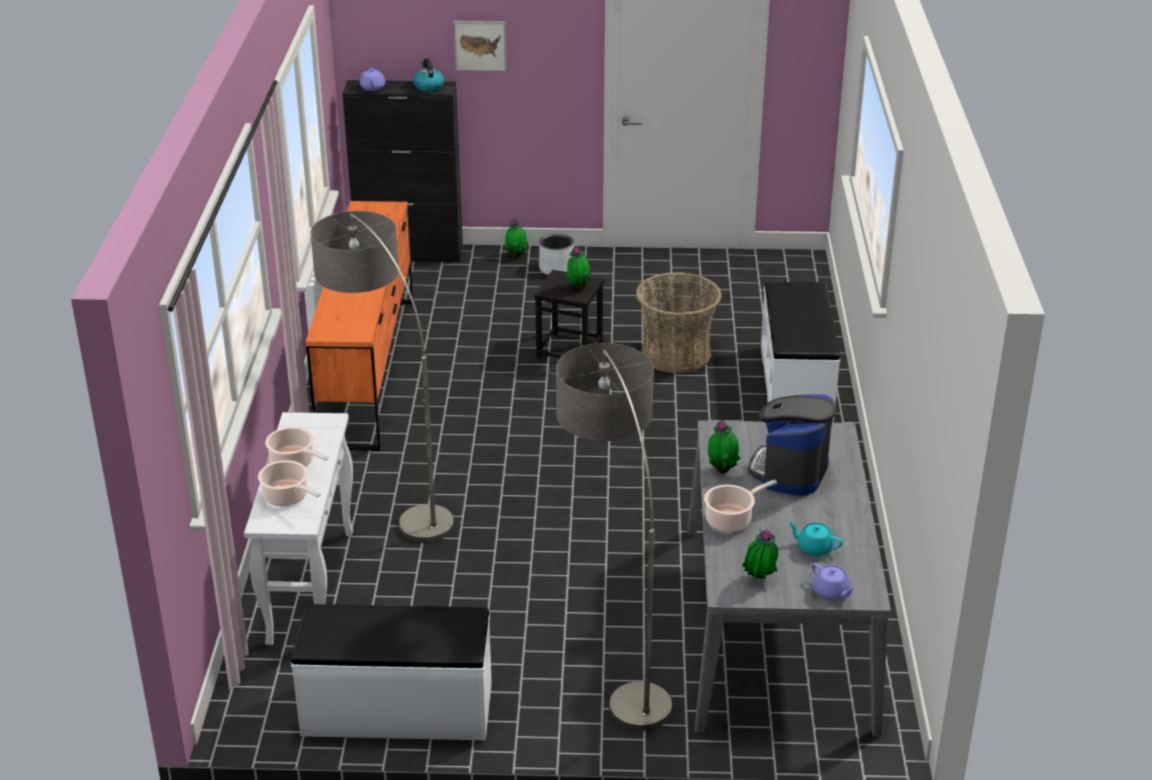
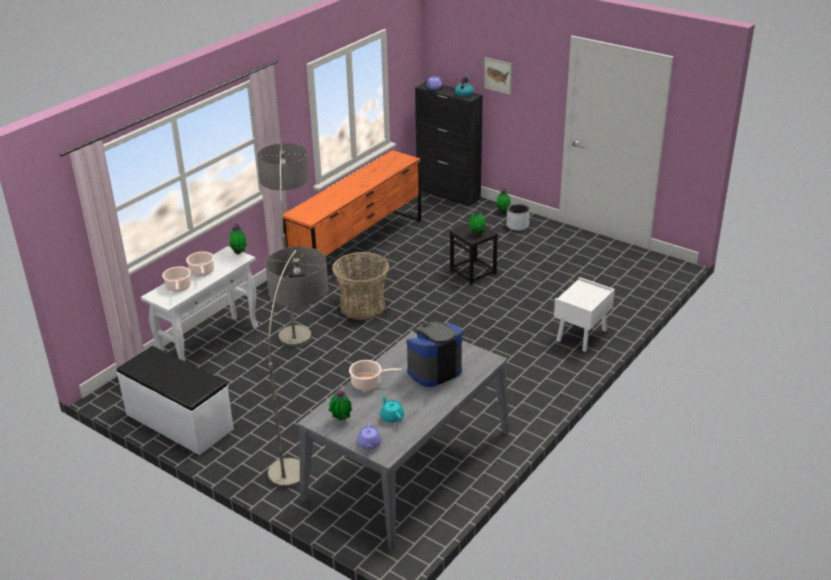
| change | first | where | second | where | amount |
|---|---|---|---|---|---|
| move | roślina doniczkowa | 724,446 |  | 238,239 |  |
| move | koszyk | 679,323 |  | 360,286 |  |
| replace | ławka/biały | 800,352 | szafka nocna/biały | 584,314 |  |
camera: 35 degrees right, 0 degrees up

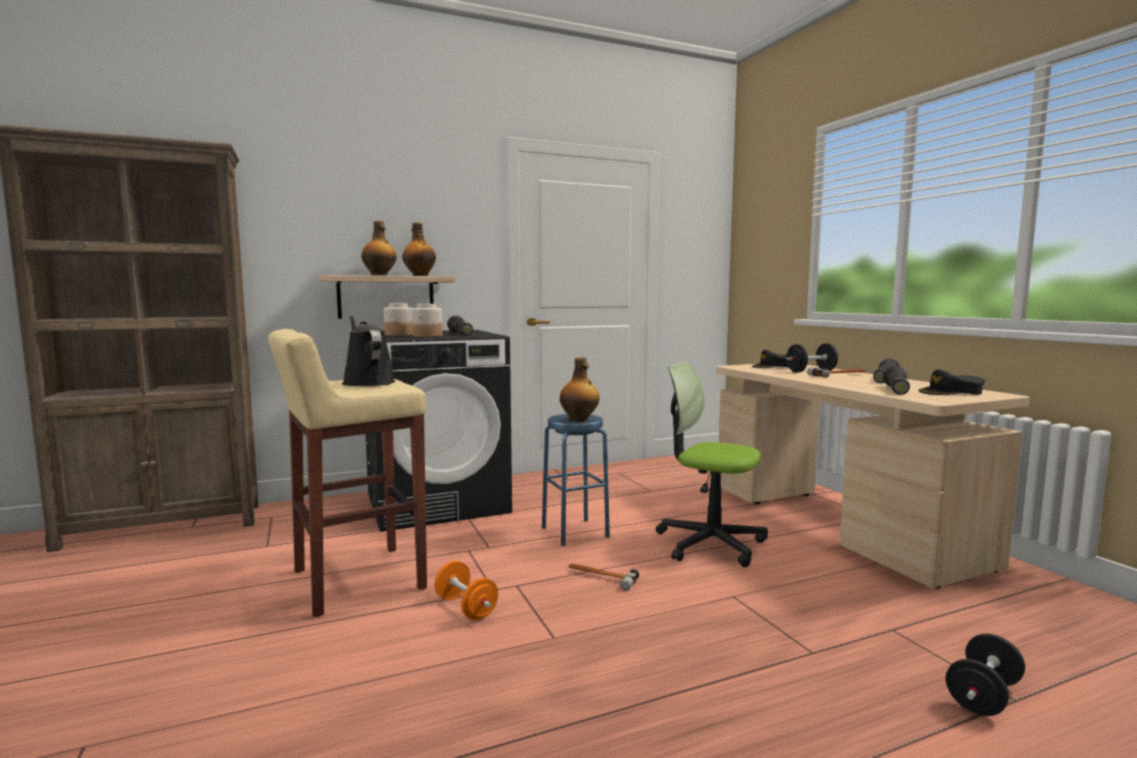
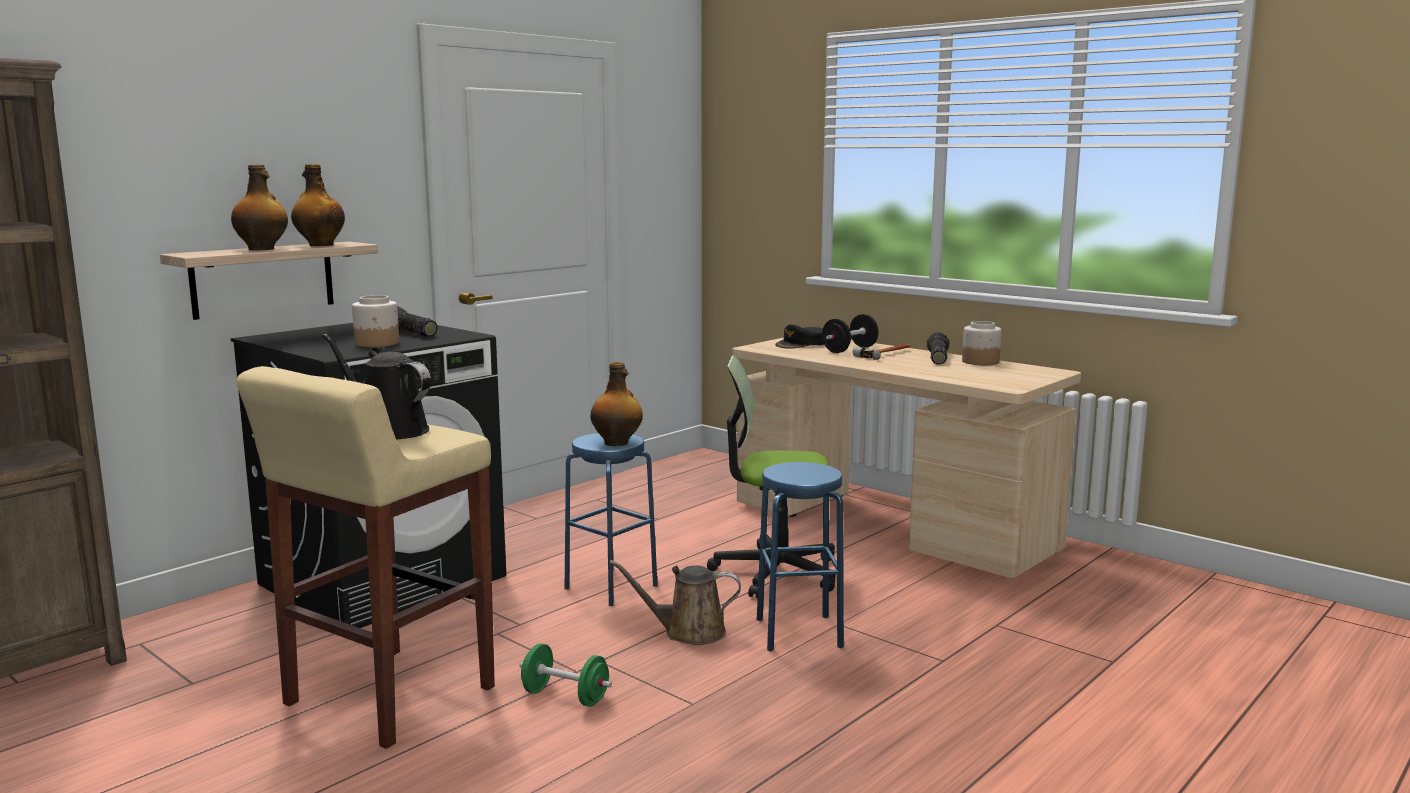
| change | first | where | second | where | amount |
|---|---|---|---|---|---|
| recolor | hantel/pomarańczowy | 466,590 | hantel/zielony | 565,675 |  |
| replace | młotek | 603,576 | konewka/brązowy | 675,602 |  |
| insert |  |  | stołek/niebieski | 800,557 |  |
| move | słoik | 398,319 |  | 981,343 |  |
| delete | latarka | 896,380 |  |  |  |
| delete | czapka z daszkiem/czarny | 951,382 |  |  |  |
| delete | hantel/czarny | 985,674 |  |  |  |
camera: 25 degrees left, 5 degrees up

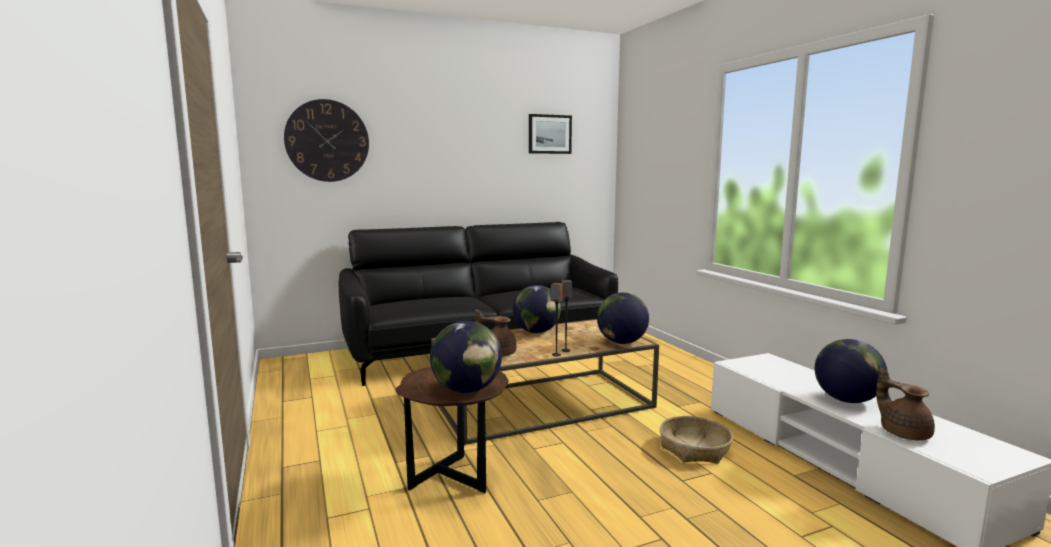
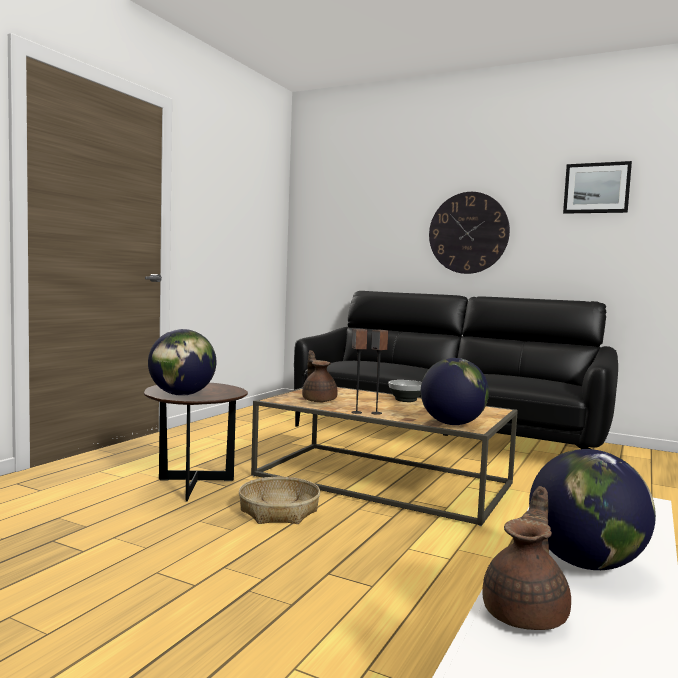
| change | first | where | second | where | amount |
|---|---|---|---|---|---|
| move | koszyk | 696,440 |  | 279,500 |  |
| replace | globus | 537,309 | miska | 405,391 |  |
| move | zegar ścienny | 326,140 |  | 469,233 |  |
camera: 50 degrees right, 5 degrees down

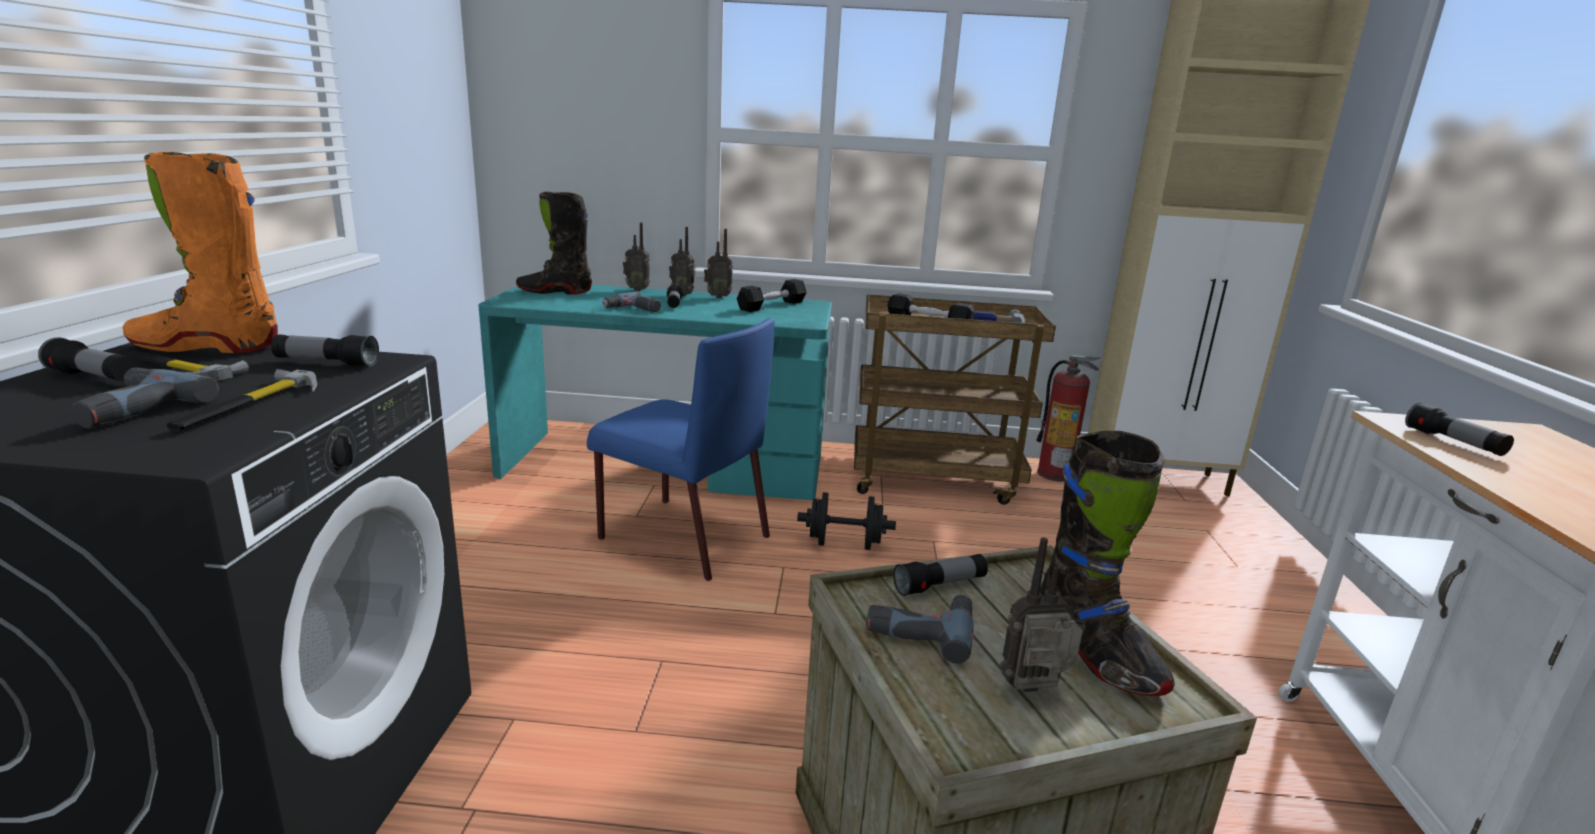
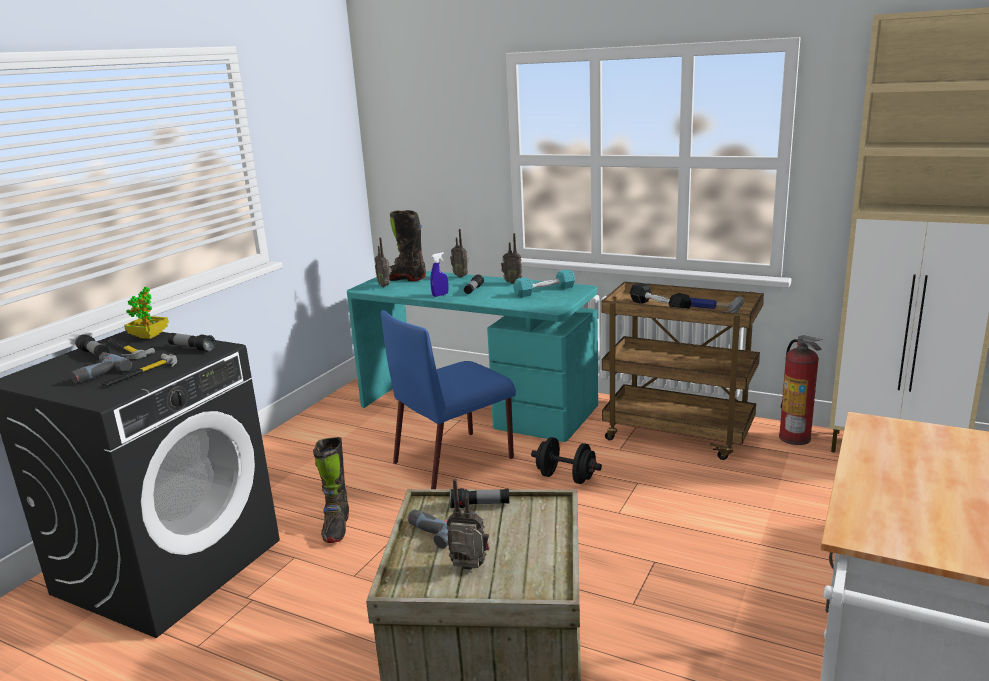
| change | first | where | second | where | amount |
|---|---|---|---|---|---|
| replace | but z cholewką/pomarańczowy | 200,252 | roślina doniczkowa | 146,313 |  |
| move | but z cholewką/czarny | 1107,563 |  | 331,490 |  |
| move | radio | 682,261 |  | 383,262 |  |
| rotate | krzesło/niebieski | 681,449 |  | 448,399 | 90 degrees clockwise |
| replace | wiertarka | 631,301 | spryskiwacz/niebieski | 439,274 |  |
| recolor | hantel/czarny | 772,295 | hantel/turkusowy | 544,283 |  |
| delete | latarka | 1459,429 |  |  |  |
camera: 25 degrees right, 0 degrees up

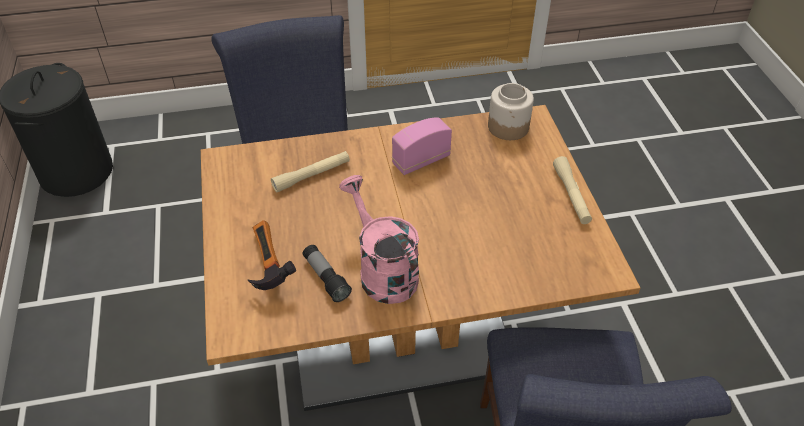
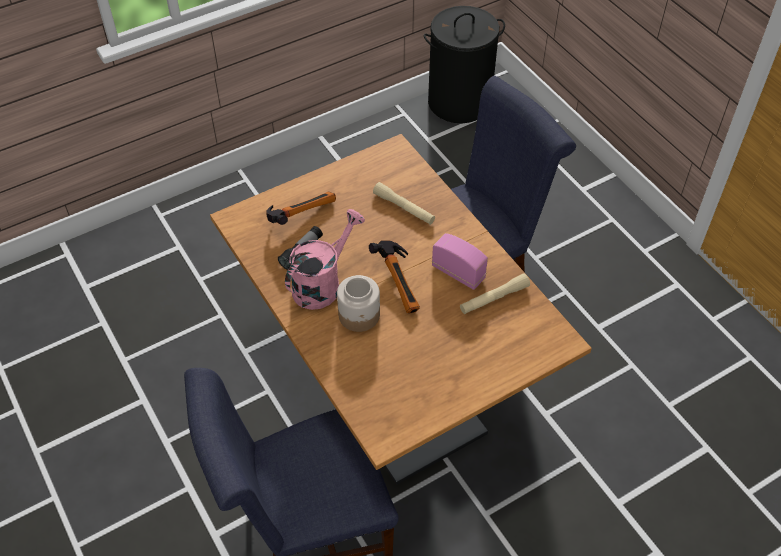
| change | first | where | second | where | amount |
|---|---|---|---|---|---|
| move | słoik | 511,111 |  | 358,303 |  |
| insert |  |  | młotek | 394,276 |  |
| move | latarka/beżowy | 572,190 |  | 495,293 |  |
camera: 70 degrees right, 5 degrees up

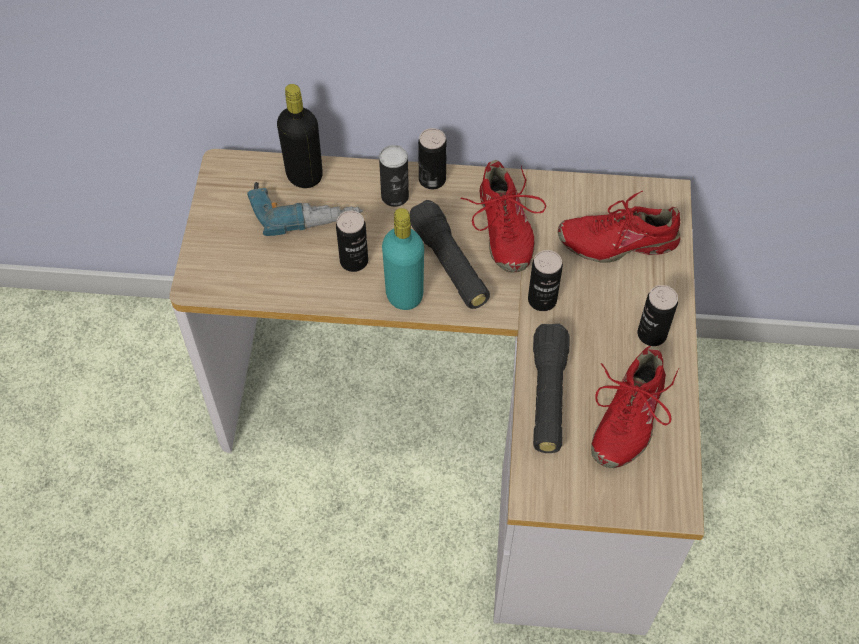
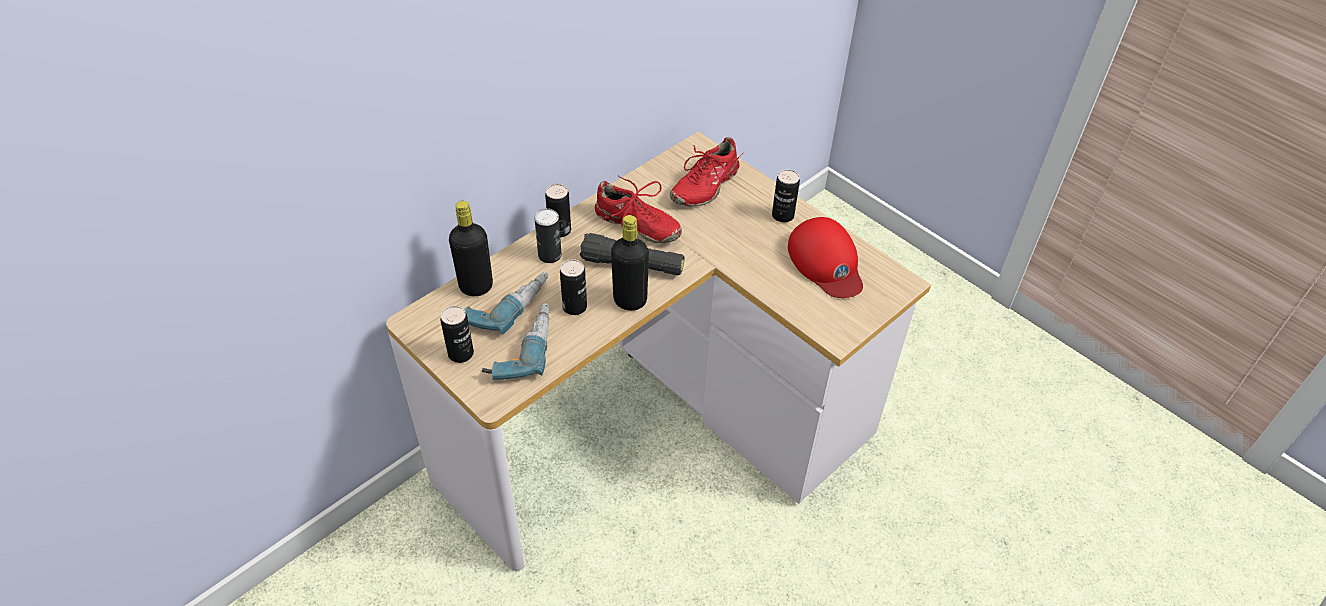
| change | first | where | second | where | amount |
|---|---|---|---|---|---|
| move | puszka | 545,280 |  | 457,334 |  |
| insert |  |  | wiertarka | 516,341 |  |
| recolor | butelka/turkusowy | 403,259 | butelka/czarny | 630,263 |  |
| replace | but/czerwony | 634,407 | czapka z daszkiem/czerwony | 825,257 |  |
| delete | latarka/czarny | 551,388 |  |  |  |
camera: 50 degrees left, 10 degrees down

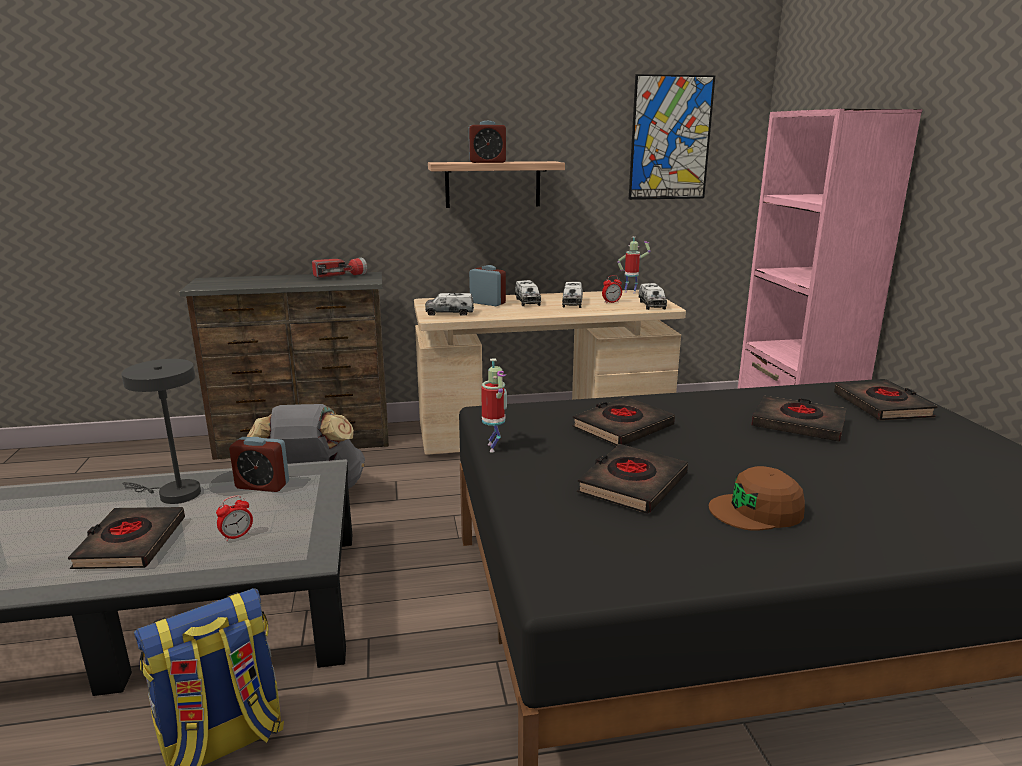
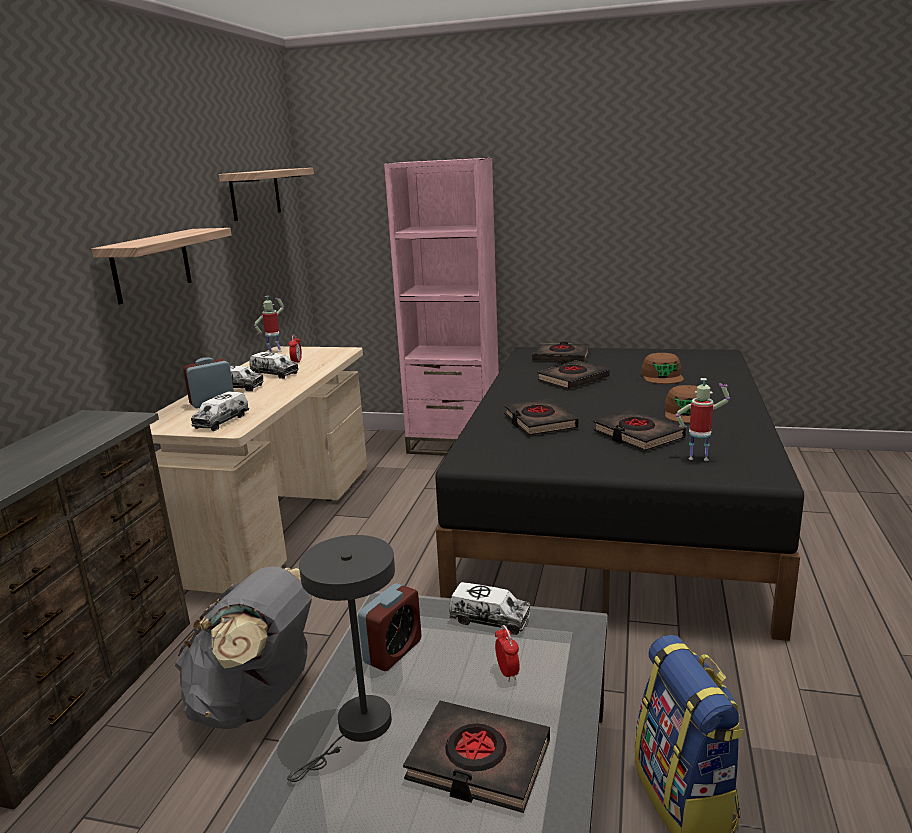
| change | first | where | second | where | amount |
|---|---|---|---|---|---|
| replace | obraz | 672,137 | półka | 266,194 |  |
| move | ciężarówka zabawkowa | 652,296 |  | 489,608 |  |
| insert |  |  | czapka z daszkiem/brązowy | 662,368 |  |
| move | robot zabawkowy | 494,405 |  | 703,419 |  |
| delete | latarka | 339,267 |  |  |  |
| delete | budzik | 487,142 |  |  |  |
camera: 65 degrees left, 0 degrees up

